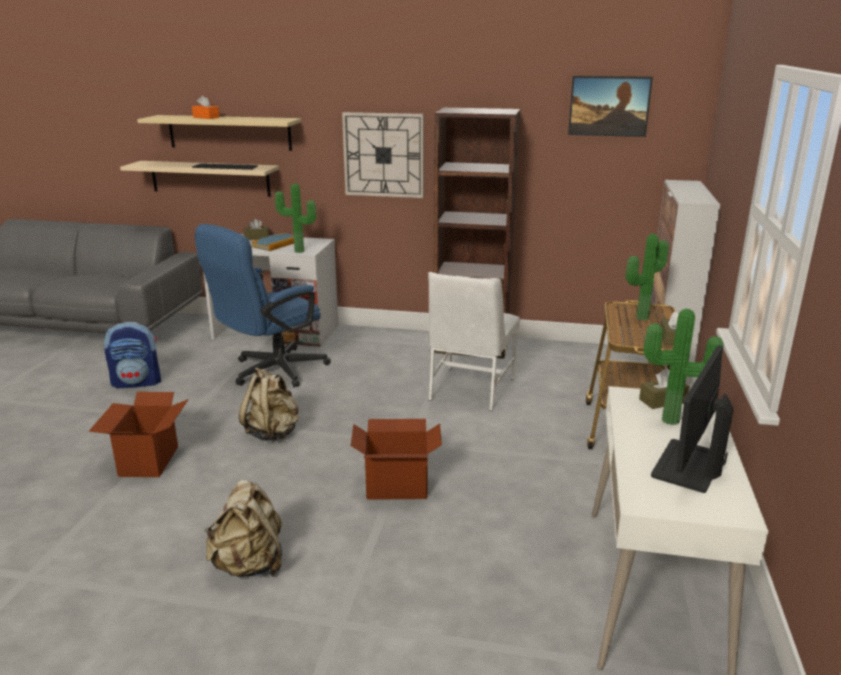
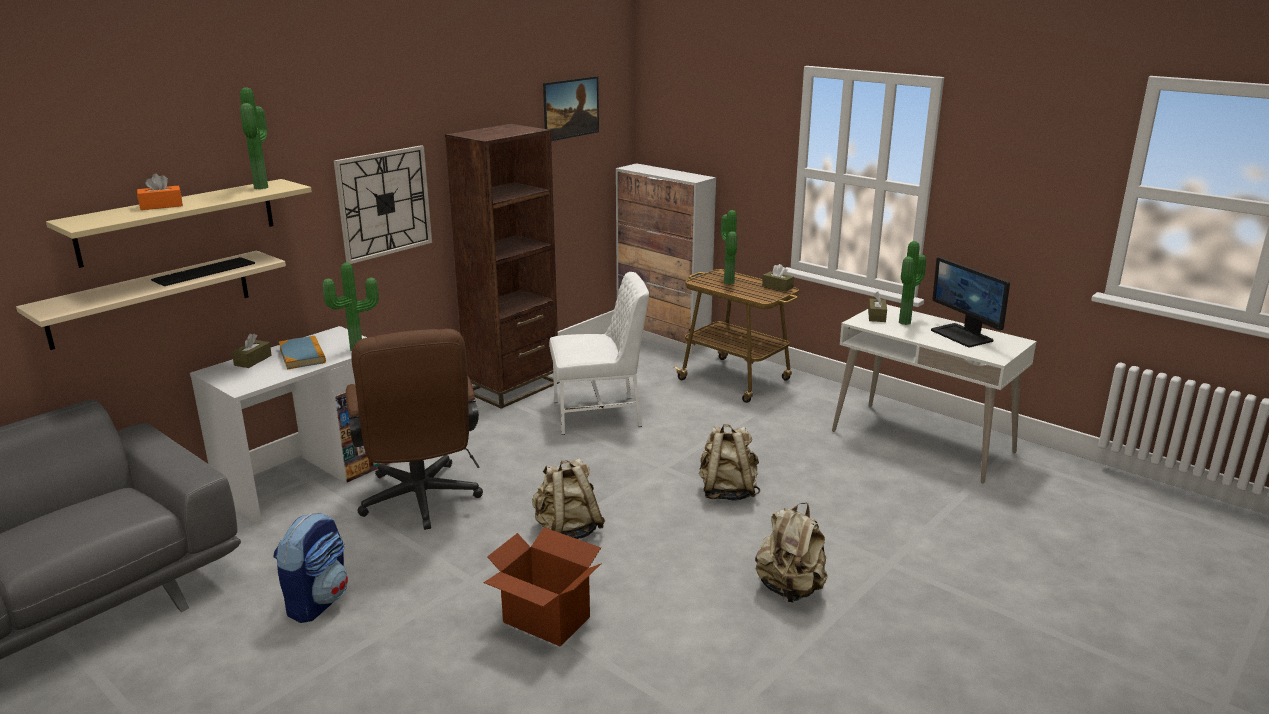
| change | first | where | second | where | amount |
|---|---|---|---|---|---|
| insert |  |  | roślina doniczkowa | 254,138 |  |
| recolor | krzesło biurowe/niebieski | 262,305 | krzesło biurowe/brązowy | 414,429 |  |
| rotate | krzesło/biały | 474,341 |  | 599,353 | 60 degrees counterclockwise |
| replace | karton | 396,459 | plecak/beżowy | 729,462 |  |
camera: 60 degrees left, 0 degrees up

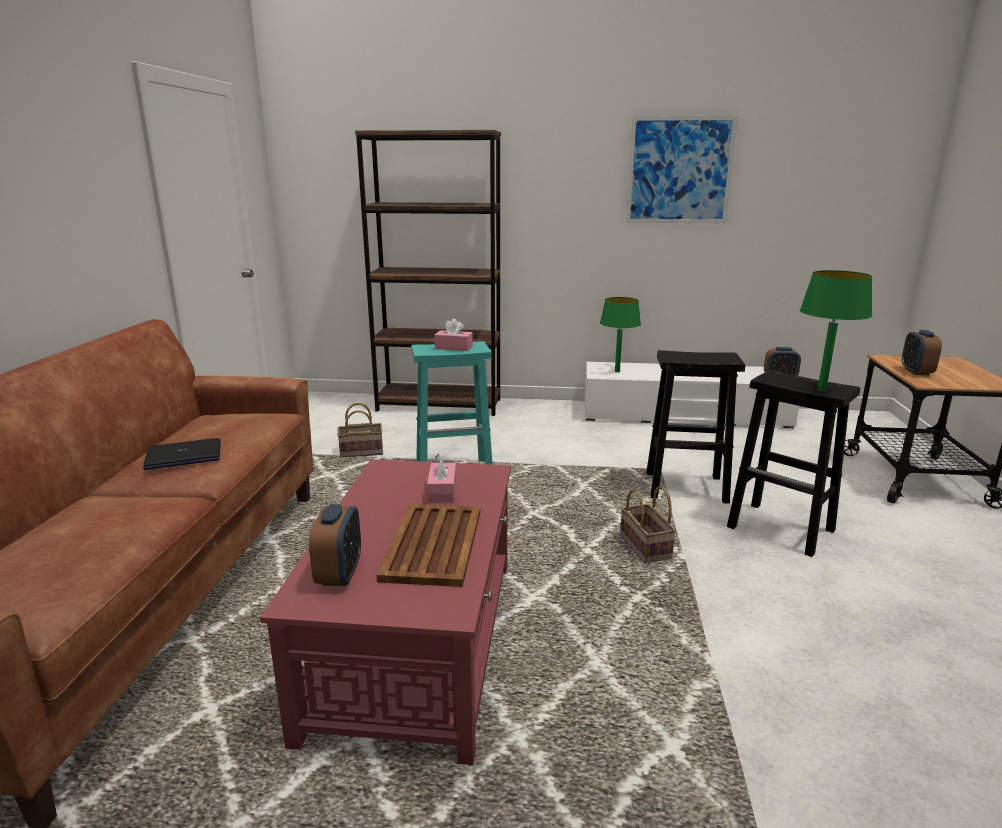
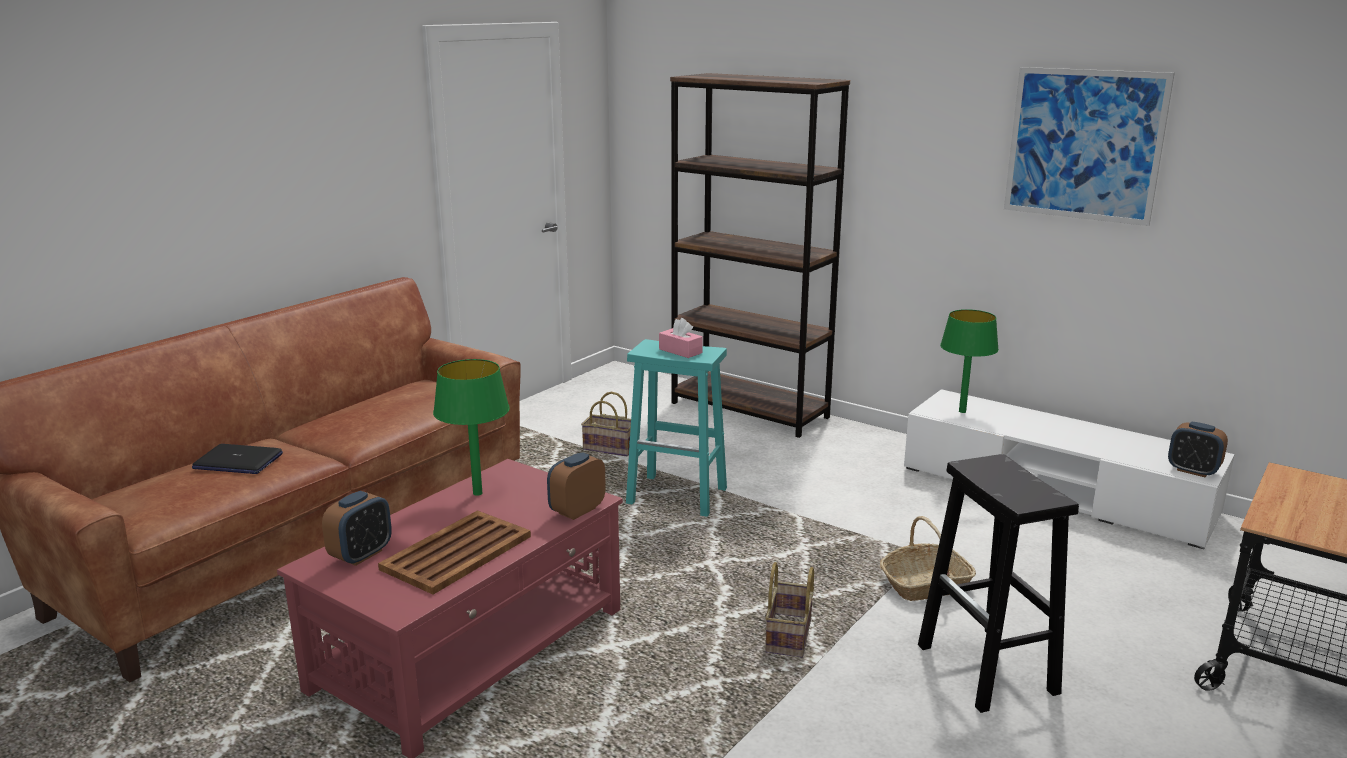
| change | first | where | second | where | amount |
|---|---|---|---|---|---|
| move | laptop | 182,454 |  | 237,459 |  |
| move | lampa stołowa/zielony | 836,330 |  | 471,427 |  |
| move | budzik | 922,352 |  | 576,486 |  |
| replace | stołek/czarny | 695,427 | koszyk | 928,558 |  |
| delete | pudełko chusteczek/różowy | 441,478 |  |  |  |
camera: 30 degrees right, 0 degrees up

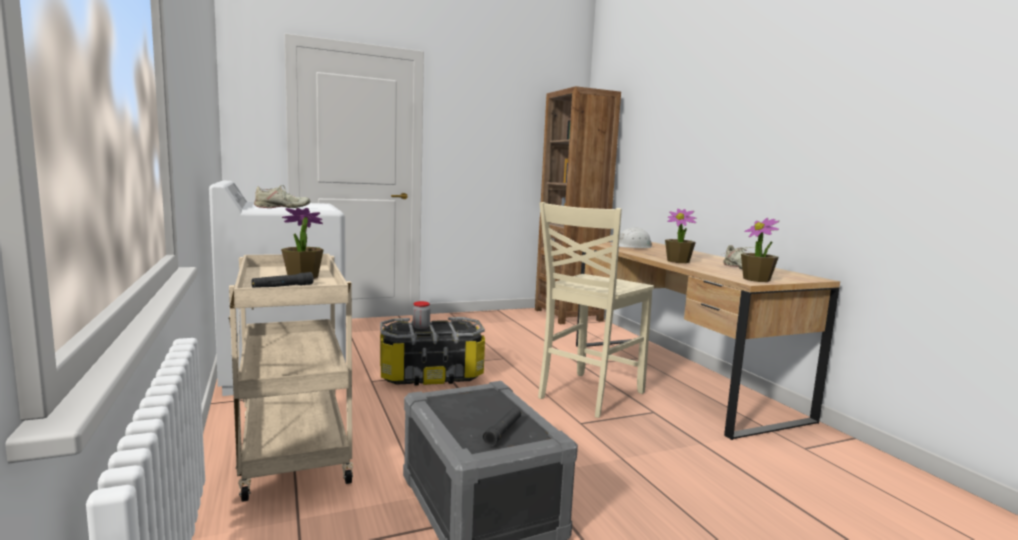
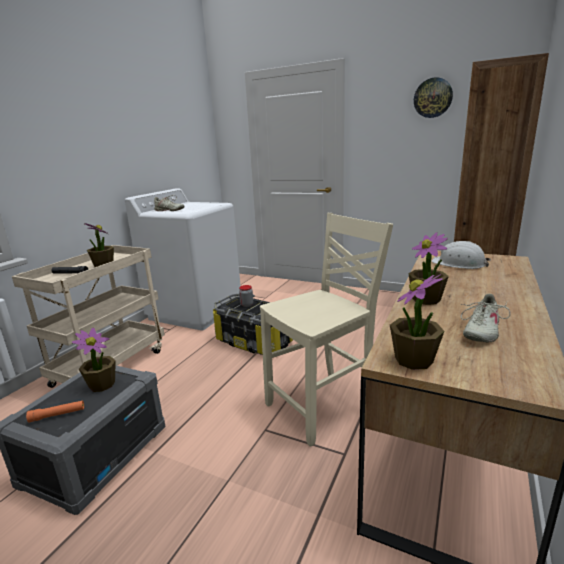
| change | first | where | second | where | amount |
|---|---|---|---|---|---|
| recolor | latarka/czarny | 502,426 | latarka/pomarańczowy | 55,411 |  |
| insert |  |  | roślina doniczkowa | 94,359 |  |
| rotate | krzesło/beżowy | 596,310 |  | 326,330 | 150 degrees clockwise |
| insert |  |  | zegar ścienny | 433,97 |  |
camera: 50 degrees right, 10 degrees up

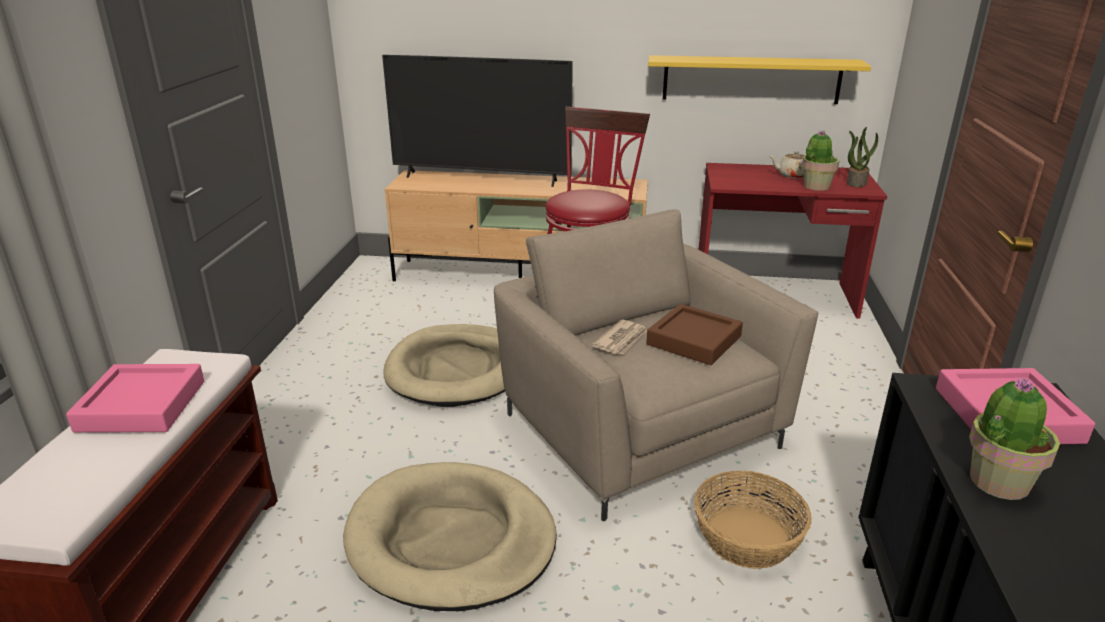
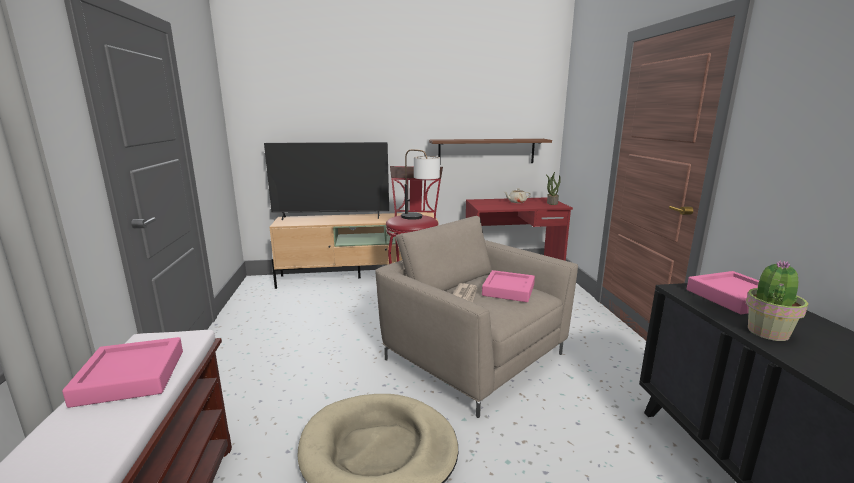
| change | first | where | second | where | amount |
|---|---|---|---|---|---|
| insert |  |  | lampa stołowa | 420,184 |  |
| recolor | półka/żółty | 759,79 | półka/brązowy | 490,151 |  |
| recolor | taca/brązowy | 694,334 | taca/różowy | 508,286 |  |
| delete | legowisko/beżowy | 444,365 |  |  |  |
| delete | koszyk | 753,520 |  |  |  |
| delete | roślina doniczkowa | 820,160 |  |  |  |
camera: 15 degrees left, 10 degrees down

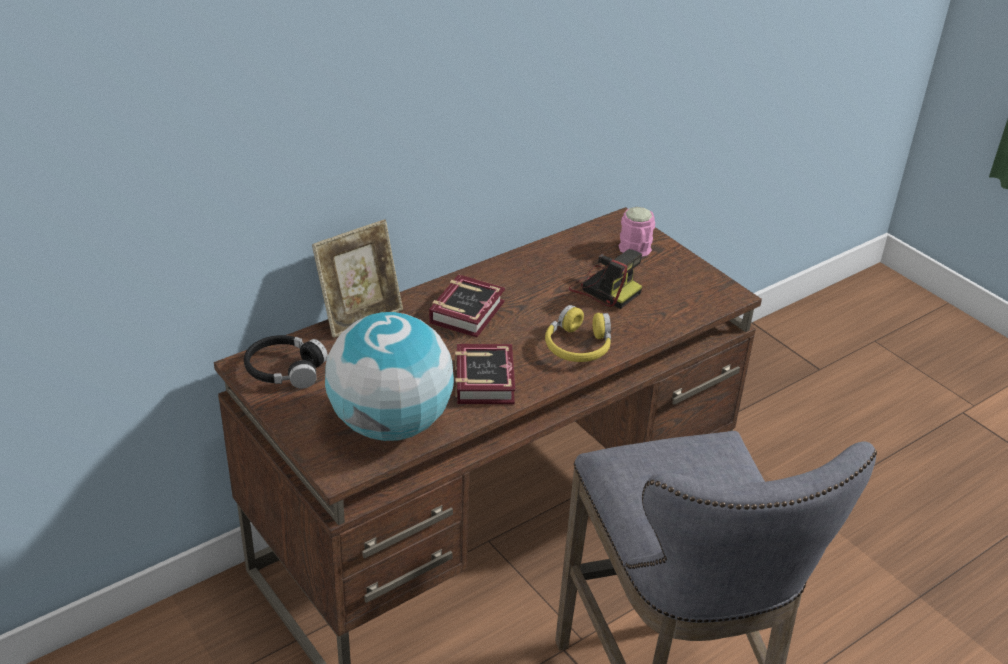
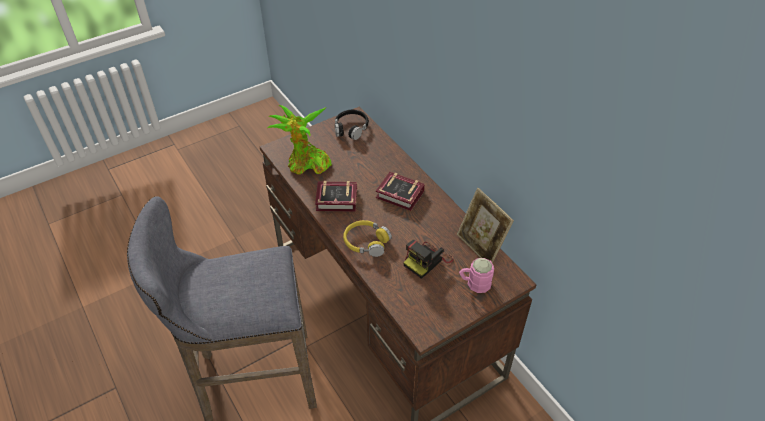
| change | first | where | second | where | amount |
|---|---|---|---|---|---|
| replace | globus | 389,376 | roślina doniczkowa | 299,140 |  |
| move | ramka na zdjęcie | 357,279 |  | 485,226 |  |
camera: 95 degrees right, 10 degrees up

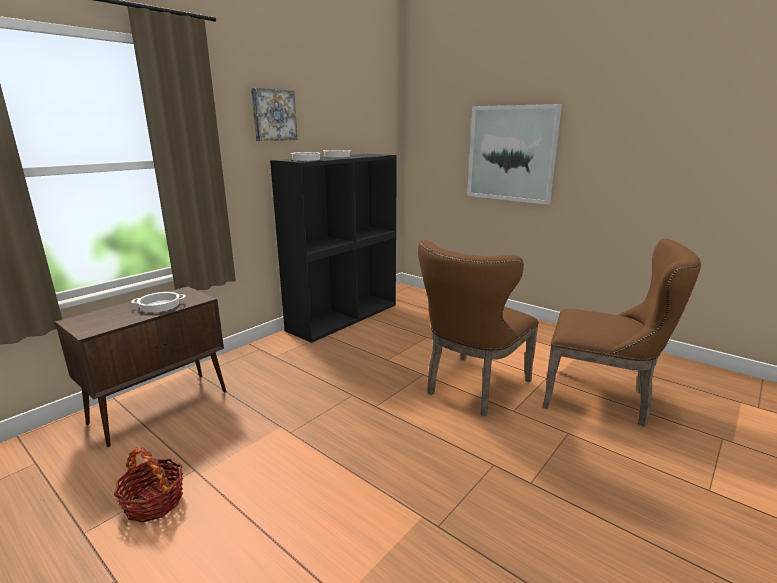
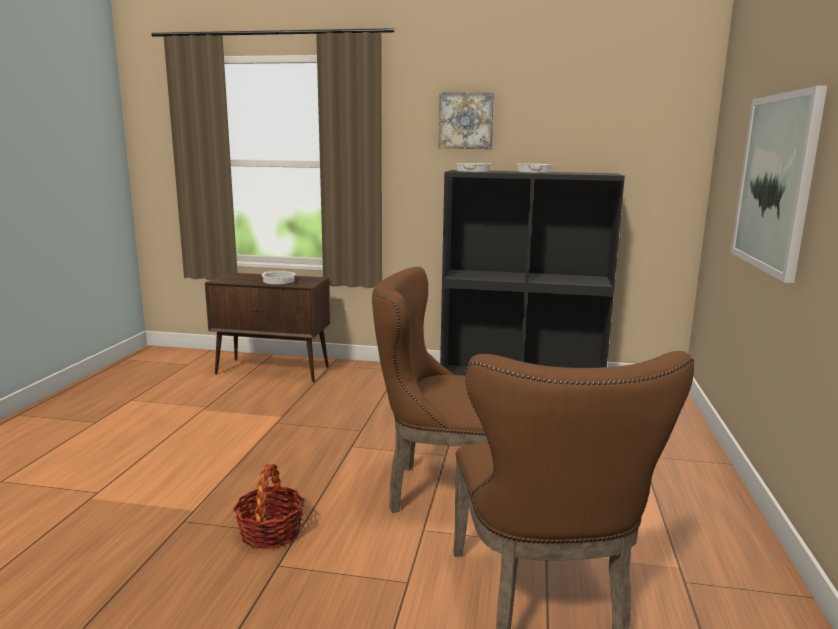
| change | first | where | second | where | amount |
|---|---|---|---|---|---|
| move | koszyk | 148,485 |  | 269,506 |  |
camera: 60 degrees right, 5 degrees down

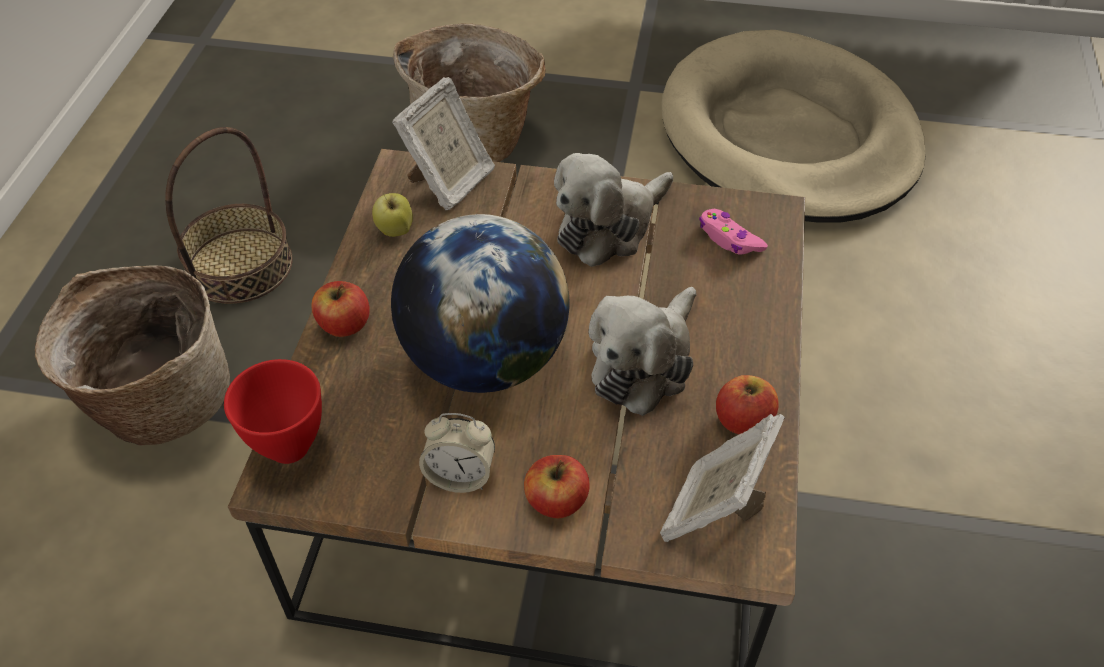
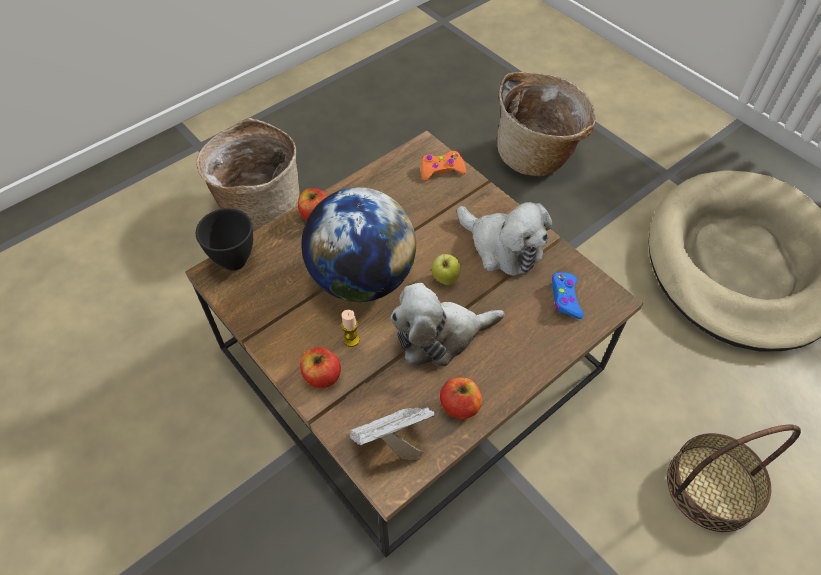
| change | first | where | second | where | amount |
|---|---|---|---|---|---|
| recolor | miska/czerwony | 273,411 | miska/czarny | 224,239 |  |
| insert |  |  | świeca | 350,328 |  |
| replace | ramka na zdjęcie | 443,143 | pad do gier/pomarańczowy | 443,166 |  |
| move | jabłko | 392,215 |  | 446,269 |  |
| rotate | pluszak | 613,210 |  | 504,239 | 135 degrees counterclockwise |
| recolor | pad do gier/różowy | 733,232 | pad do gier/niebieski | 568,295 |  |
| move | koszyk | 229,215 |  | 734,478 |  |
| delete | budzik | 457,453 |  |  |  |
camera: 40 degrees right, 5 degrees up

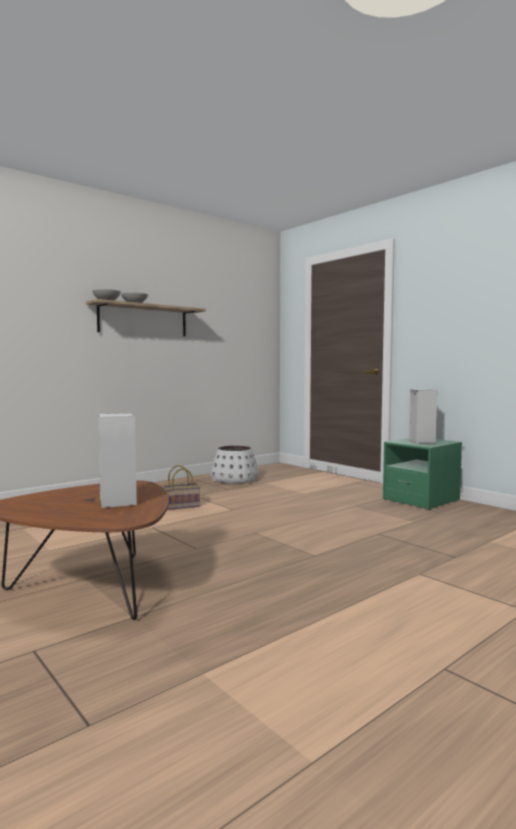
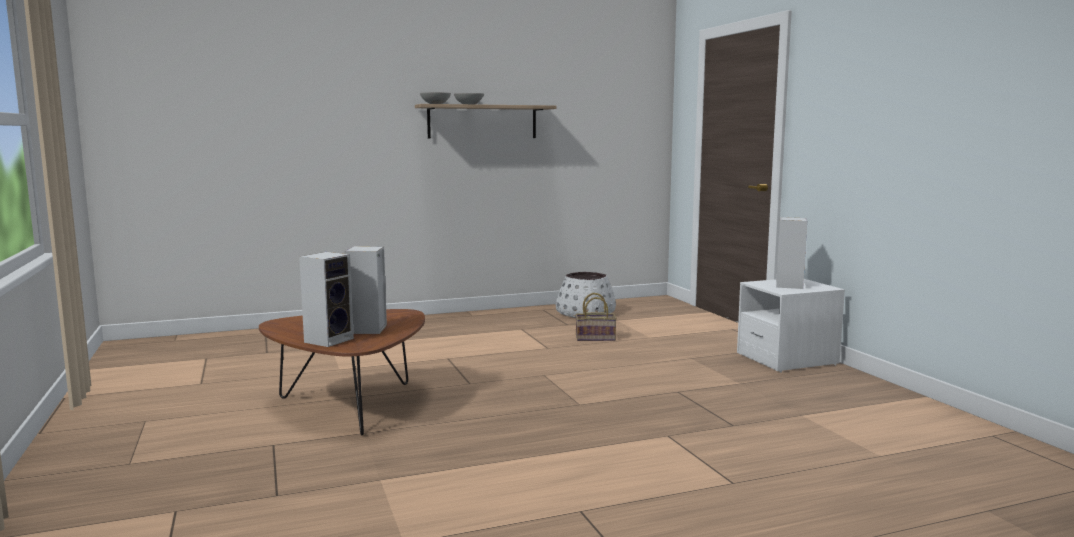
| change | first | where | second | where | amount |
|---|---|---|---|---|---|
| insert |  |  | głośnik | 326,299 |  |
| move | koszyk | 181,487 |  | 596,317 |  |
| recolor | szafka nocna/zielony | 422,474 | szafka nocna/biały | 791,325 |  |
camera: 20 degrees right, 5 degrees up

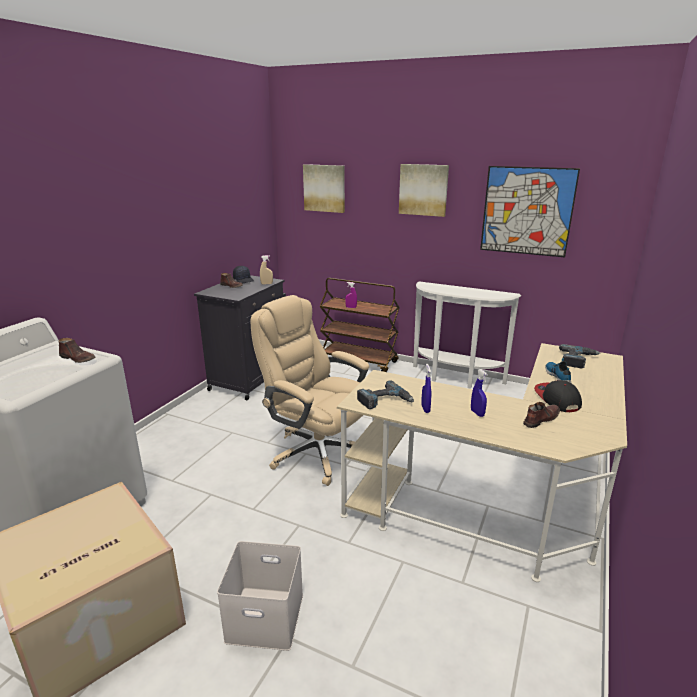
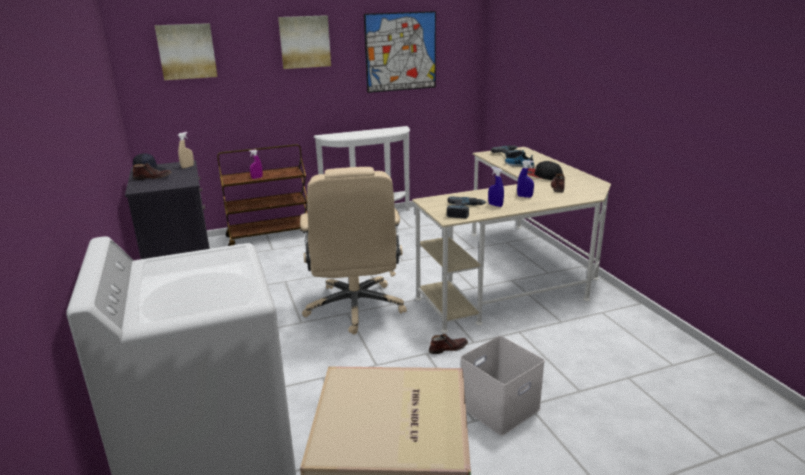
| change | first | where | second | where | amount |
|---|---|---|---|---|---|
| rotate | krzesło biurowe/beżowy | 310,390 |  | 353,251 | 90 degrees counterclockwise |
| move | but/brązowy | 77,350 |  | 448,344 |  |
camera: 45 degrees left, 0 degrees up

